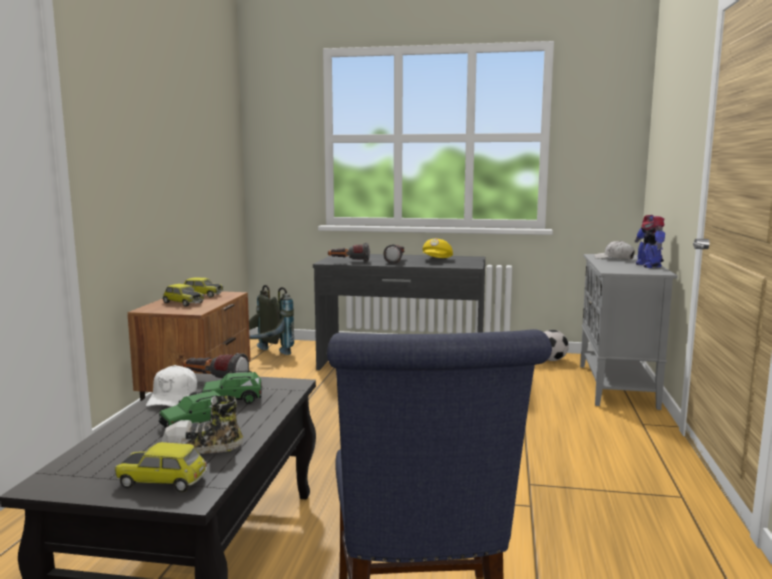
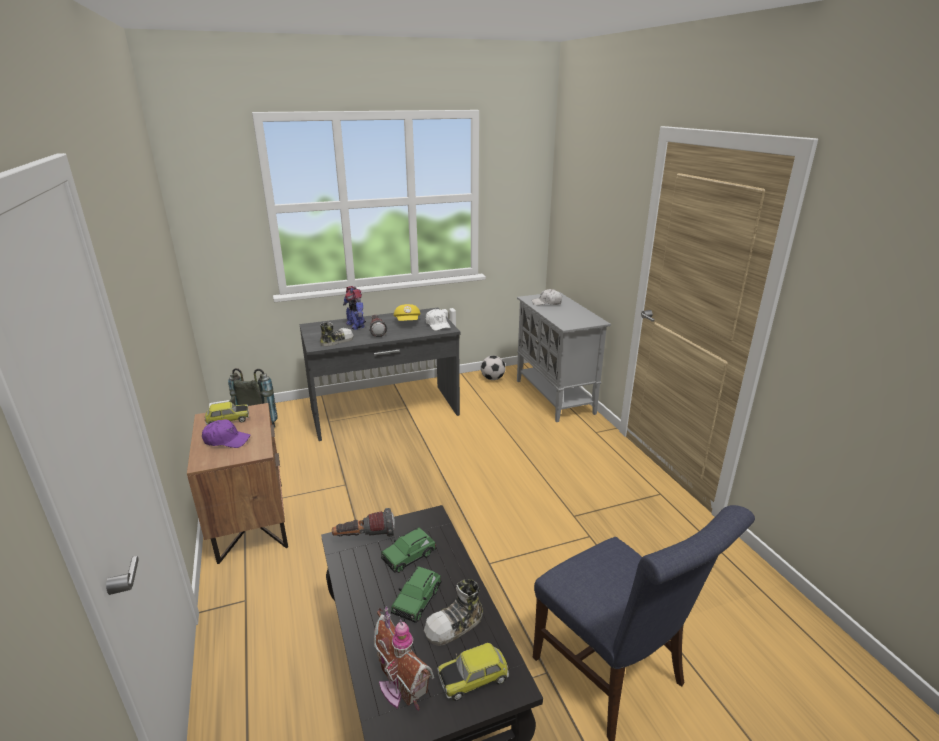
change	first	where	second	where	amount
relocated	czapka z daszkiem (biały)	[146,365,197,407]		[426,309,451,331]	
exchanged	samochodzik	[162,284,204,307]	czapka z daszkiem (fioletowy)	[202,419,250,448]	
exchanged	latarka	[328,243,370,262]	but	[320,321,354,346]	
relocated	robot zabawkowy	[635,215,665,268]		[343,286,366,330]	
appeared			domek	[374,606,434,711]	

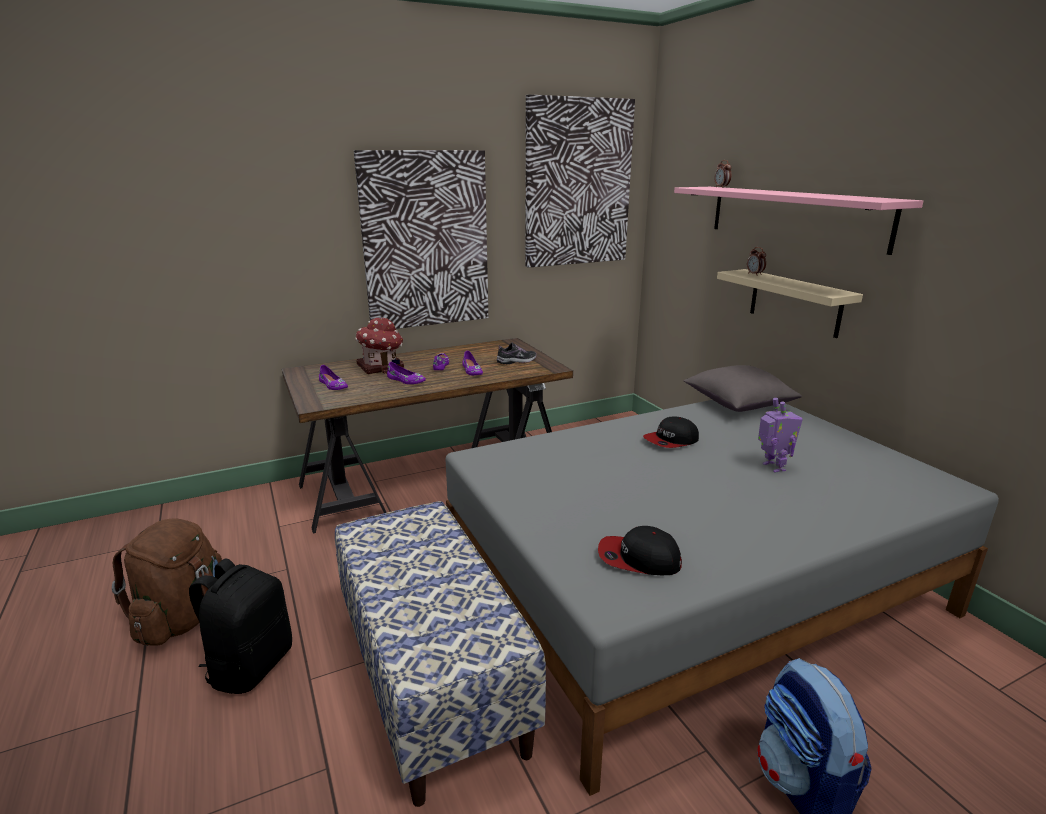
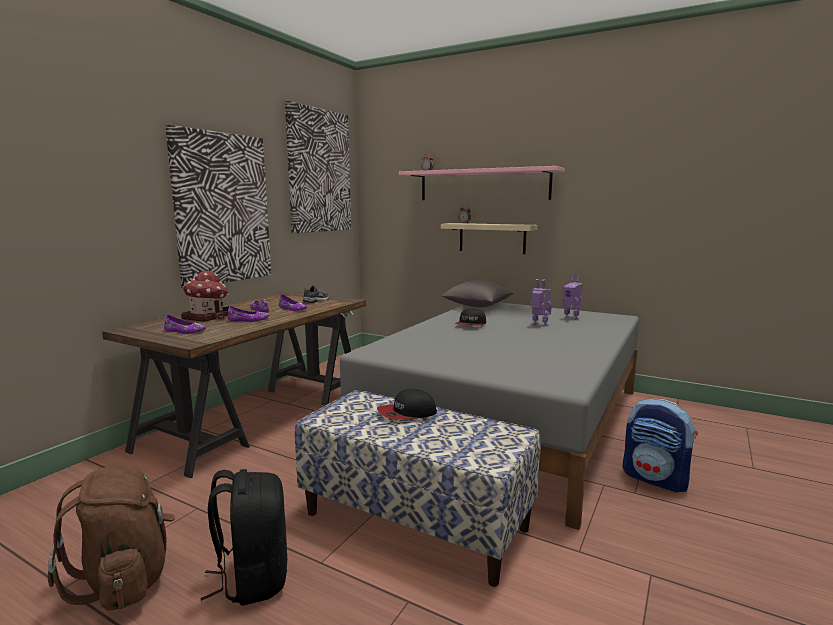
change	first	where	second	where	amount
relocated	czapka z daszkiem	[598,526,682,575]		[377,389,437,420]	
appeared			robot zabawkowy	[562,274,583,320]	

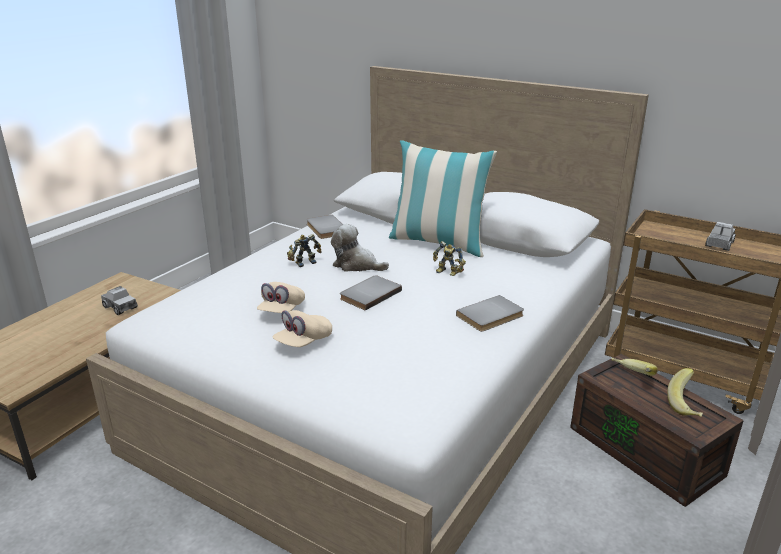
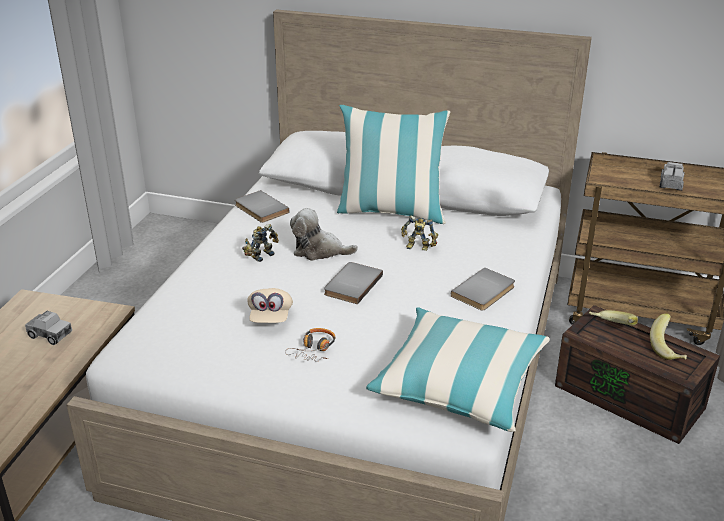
change	first	where	second	where	amount
exchanged	czapka z daszkiem (beżowy)	[273,310,332,347]	słuchawki	[285,328,336,362]	
appeared			poduszka	[366,308,549,432]	

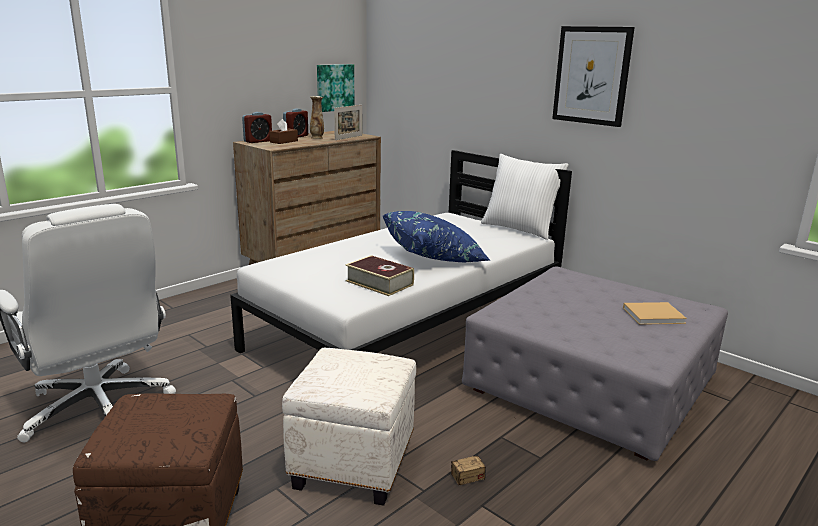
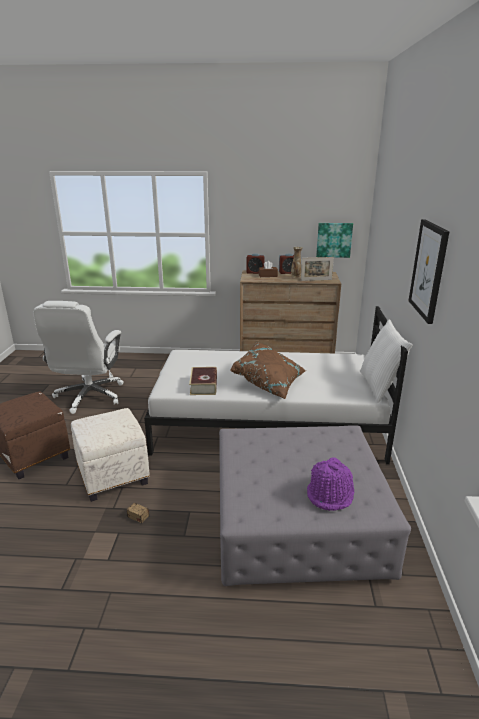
change	first	where	second	where	amount
colour	poduszka (niebieski)	[383,211,491,262]	poduszka (brązowy)	[230,343,306,399]	
exchanged	książka (beżowy)	[623,302,687,325]	kapelusz (fioletowy)	[307,457,355,511]	

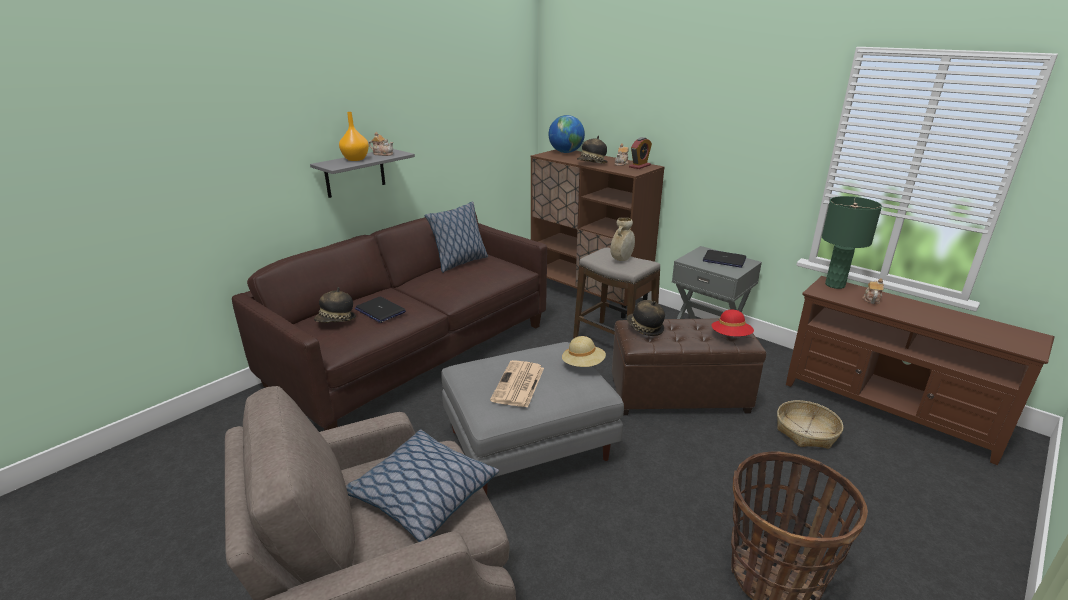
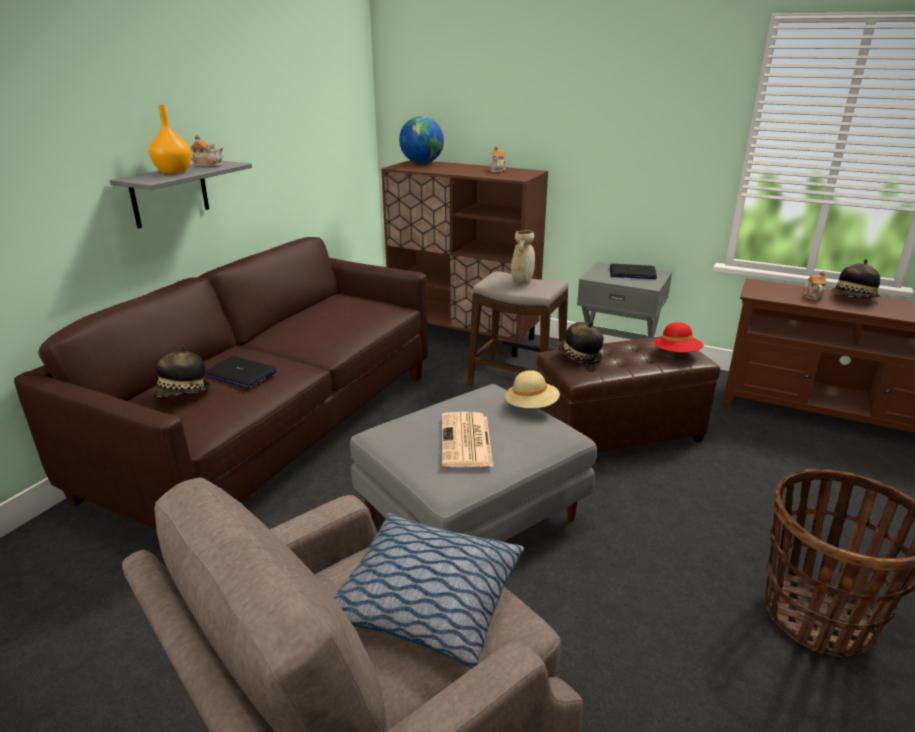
change	first	where	second	where	amount
missing	poduszka	[424,201,488,273]			
relocated	kapelusz	[577,136,608,164]		[831,259,881,299]	
missing	budzik	[629,137,652,169]			
missing	koszyk	[777,400,843,449]			
missing	lampa stołowa (zielony)	[822,196,882,289]			

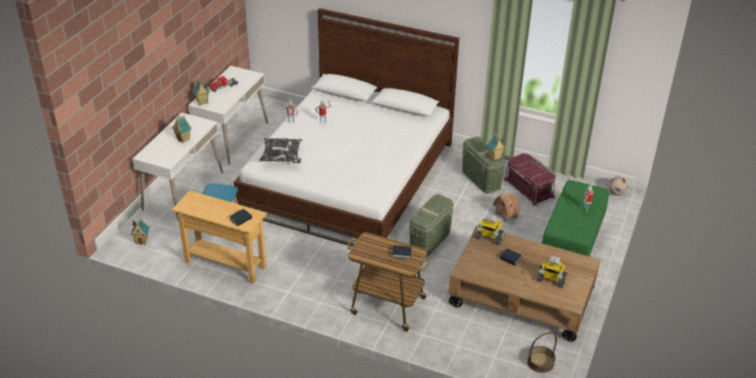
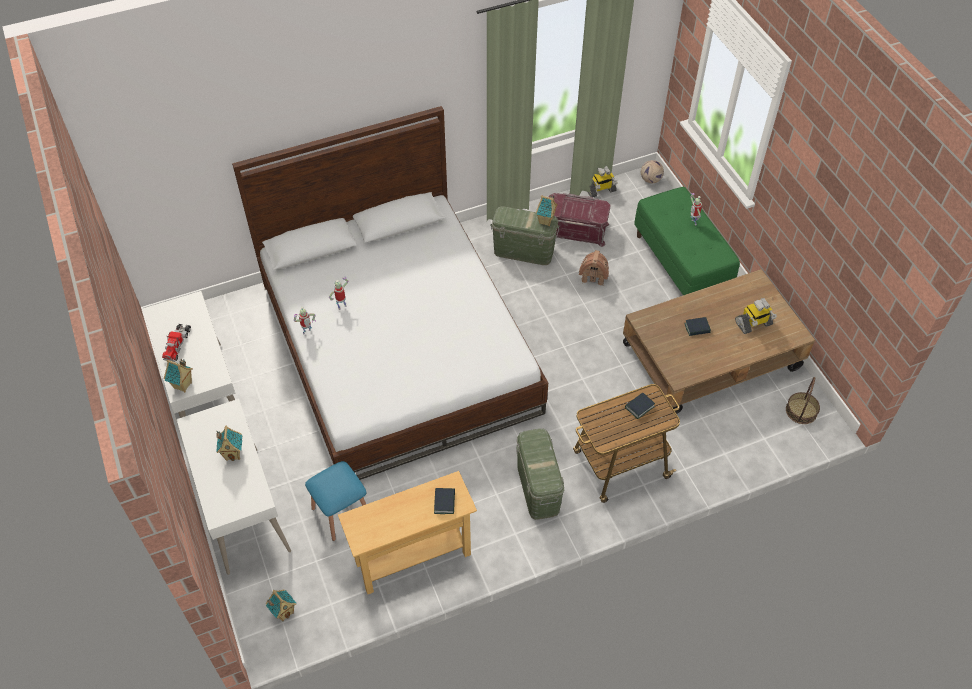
change	first	where	second	where	amount
missing	poduszka	[259,138,302,163]			
relocated	pojemnik do przechowywania (zielony)	[409,194,454,257]		[516,428,564,520]	
relocated	robot zabawkowy	[475,214,505,245]		[588,166,618,197]	

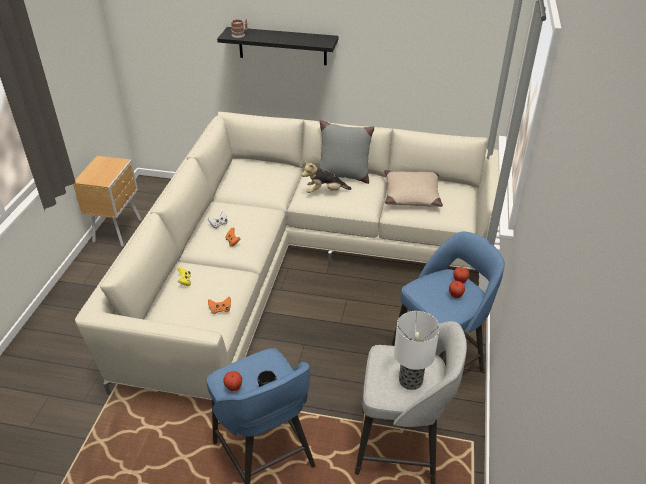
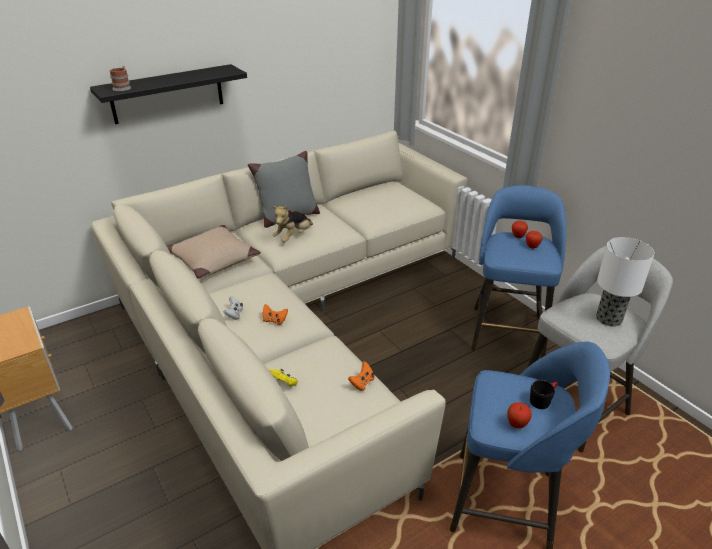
change	first	where	second	where	amount
relocated	poduszka (beżowy)	[384,170,443,207]		[167,225,261,279]	

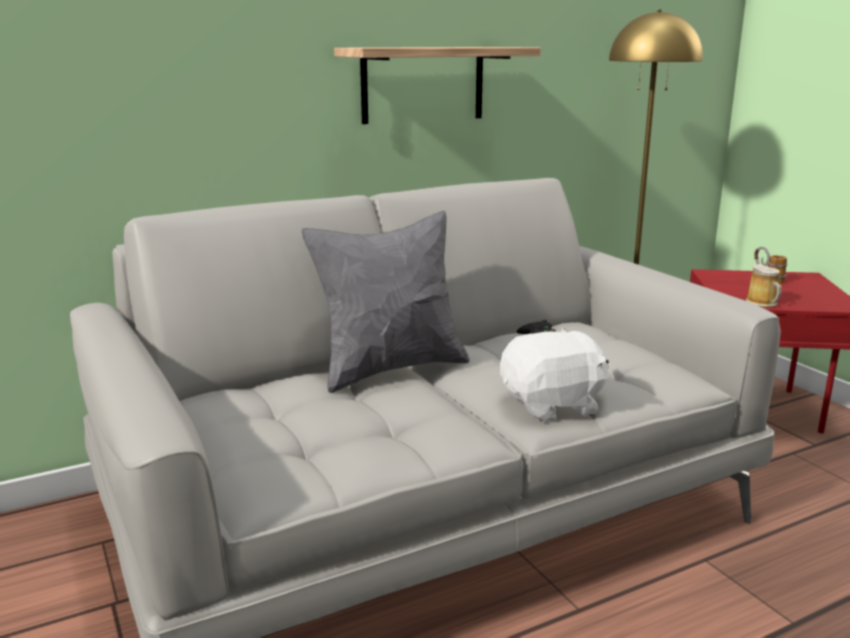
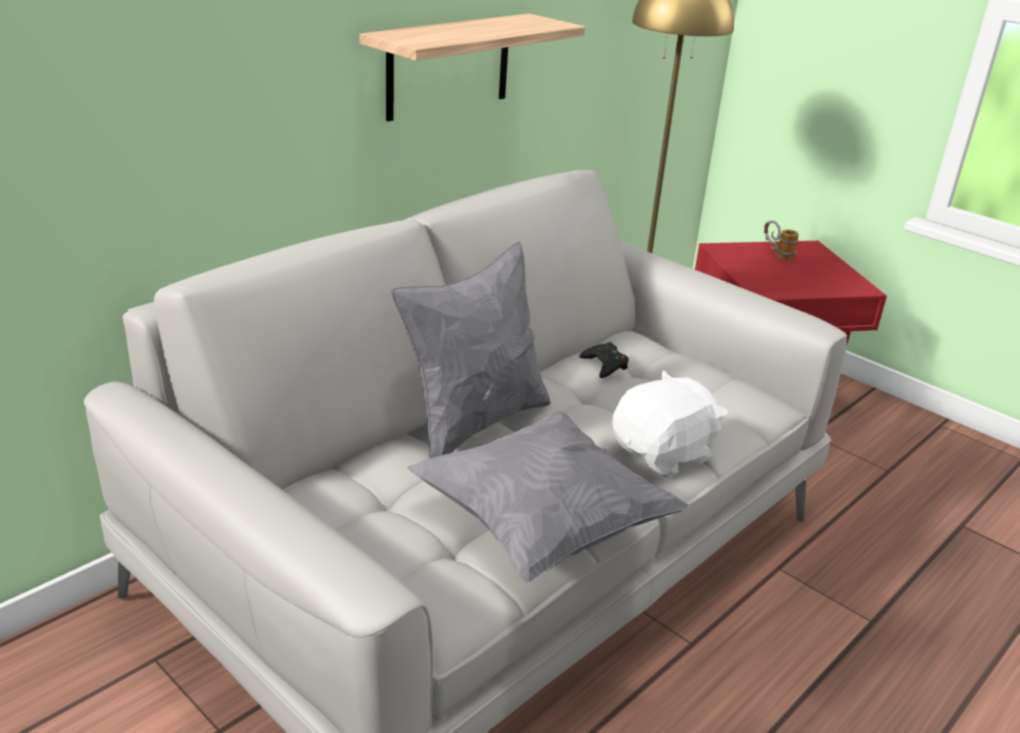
change	first	where	second	where	amount
missing	kubek	[746,264,781,307]			
appeared			poduszka (szary)	[407,411,689,583]	

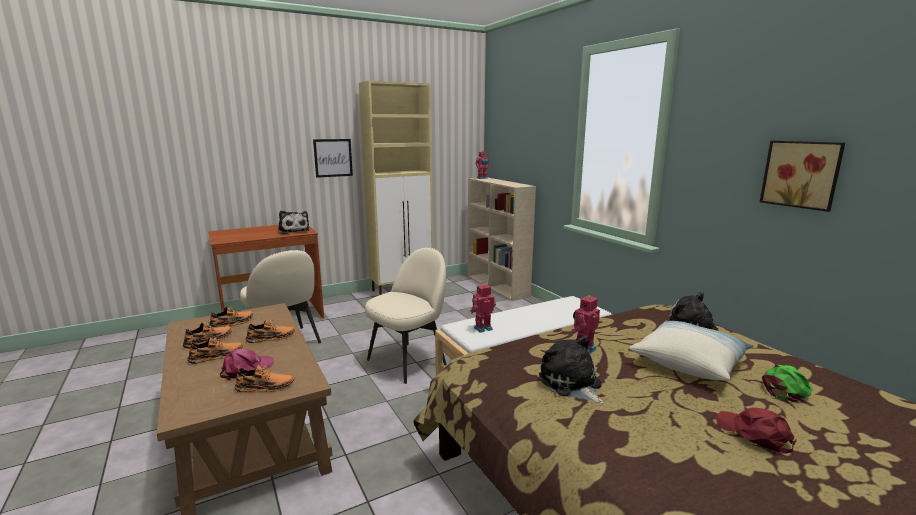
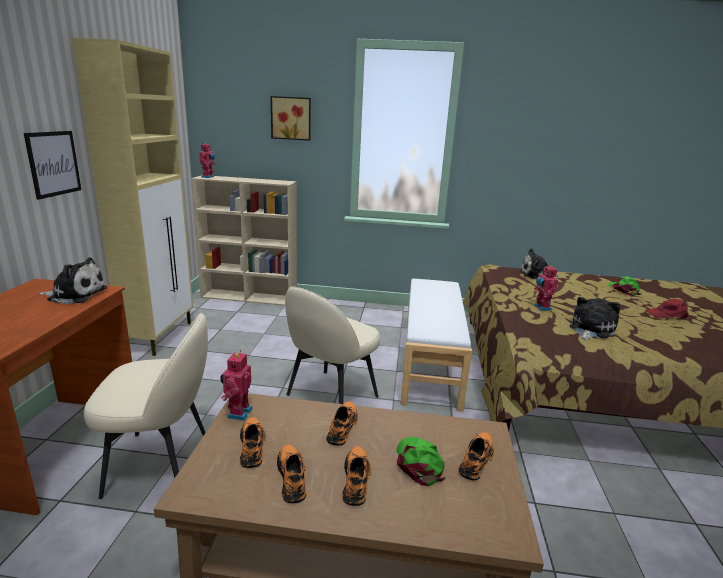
change	first	where	second	where	amount
colour	czapka z daszkiem (różowy)	[220,349,274,380]	czapka z daszkiem (zielony)	[396,436,445,486]	
spun	krzesło (beżowy)	[365,247,447,384]		[285,286,380,404]	135 degrees counterclockwise
relocated	robot zabawkowy	[470,284,496,333]		[220,350,253,421]	
spun	pluszak	[539,336,604,404]		[570,297,621,340]	120 degrees clockwise
missing	poduszka	[629,321,754,381]			
relocated	obraz	[760,141,845,212]		[271,96,311,141]	

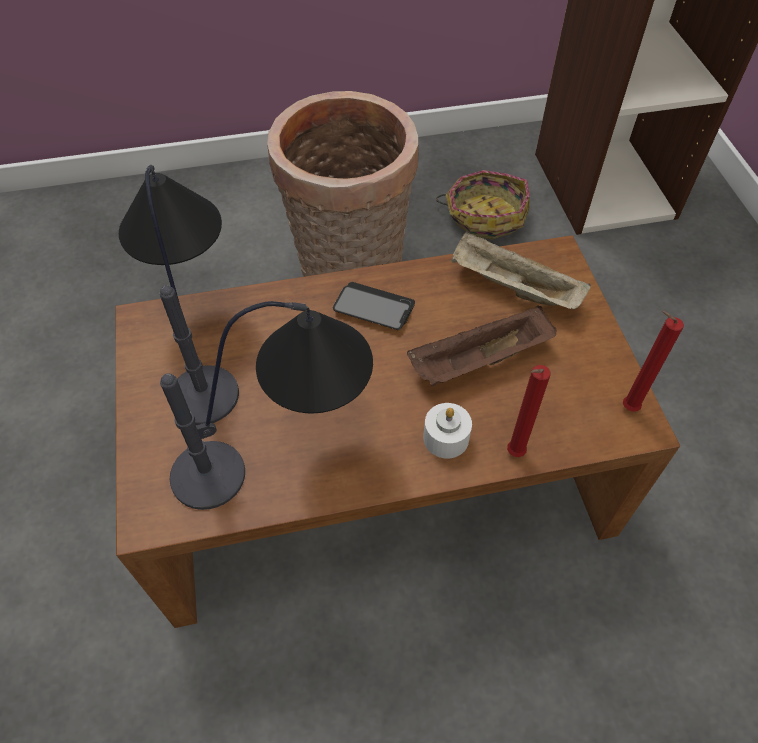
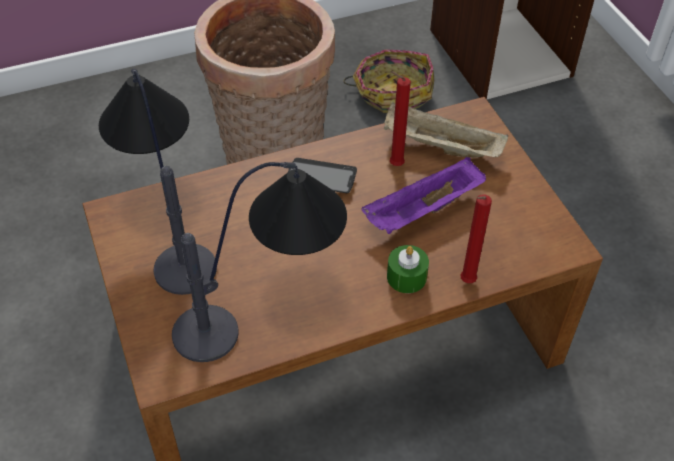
change	first	where	second	where	amount
colour	taca (brązowy)	[407,305,556,387]	taca (fioletowy)	[361,157,486,234]	
colour	świeca (biały)	[423,403,472,458]	świeca (zielony)	[387,245,429,293]	
relocated	świeca (czerwony)	[623,311,684,412]		[390,71,411,166]	

